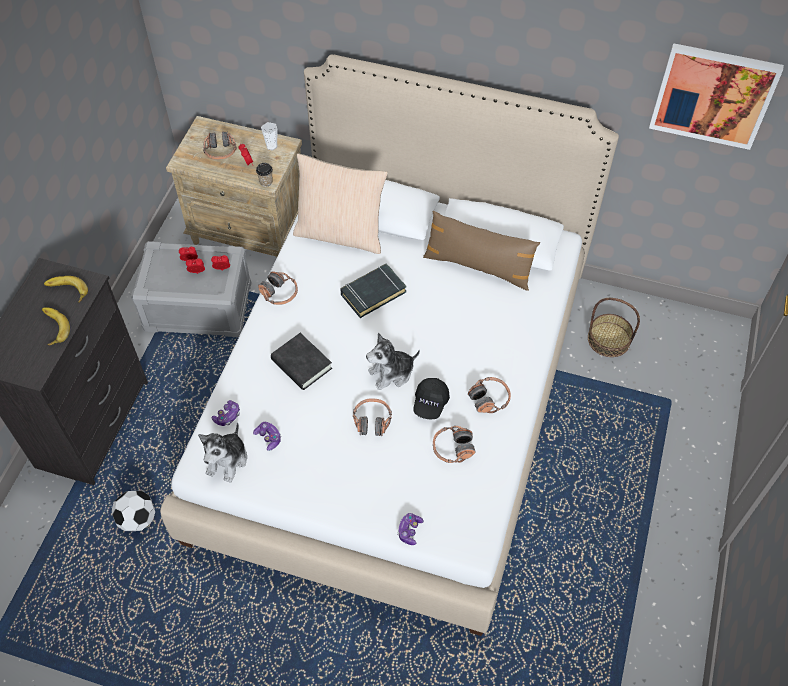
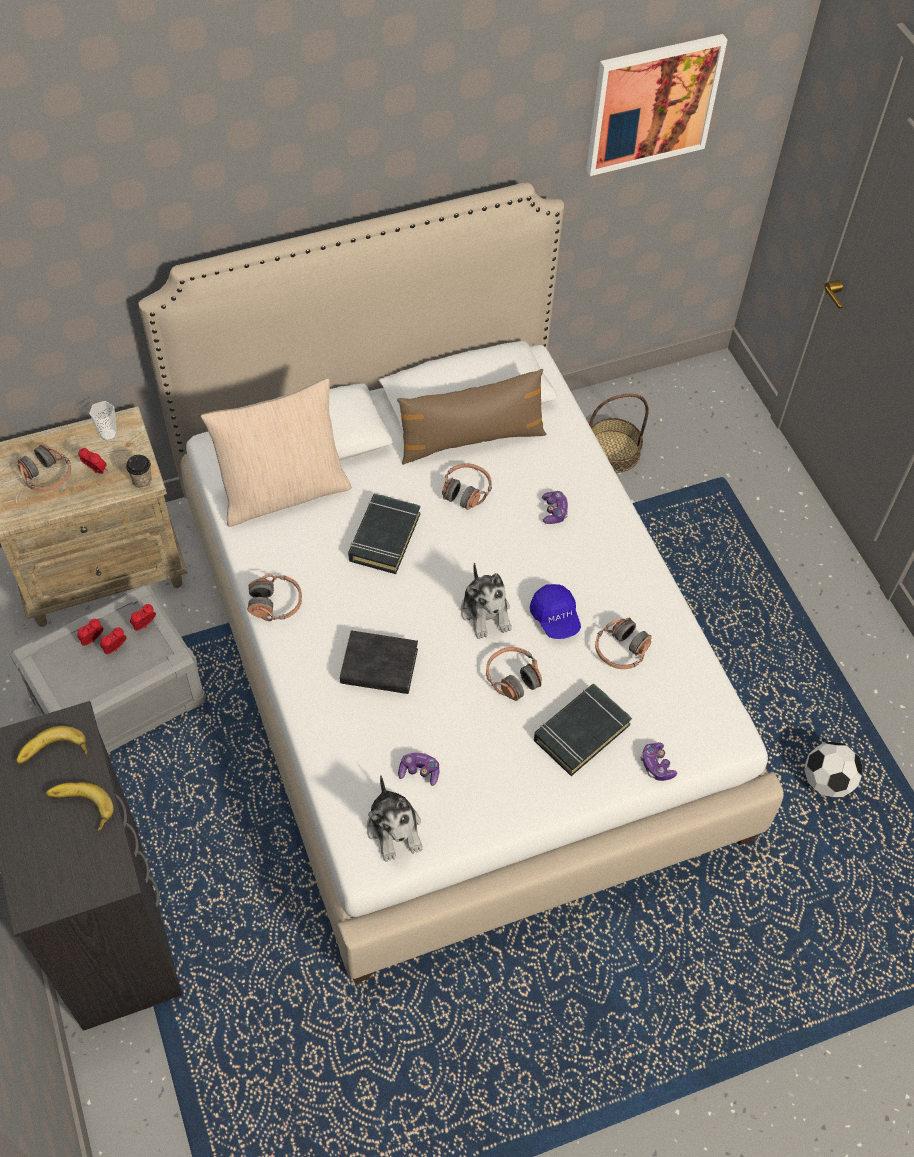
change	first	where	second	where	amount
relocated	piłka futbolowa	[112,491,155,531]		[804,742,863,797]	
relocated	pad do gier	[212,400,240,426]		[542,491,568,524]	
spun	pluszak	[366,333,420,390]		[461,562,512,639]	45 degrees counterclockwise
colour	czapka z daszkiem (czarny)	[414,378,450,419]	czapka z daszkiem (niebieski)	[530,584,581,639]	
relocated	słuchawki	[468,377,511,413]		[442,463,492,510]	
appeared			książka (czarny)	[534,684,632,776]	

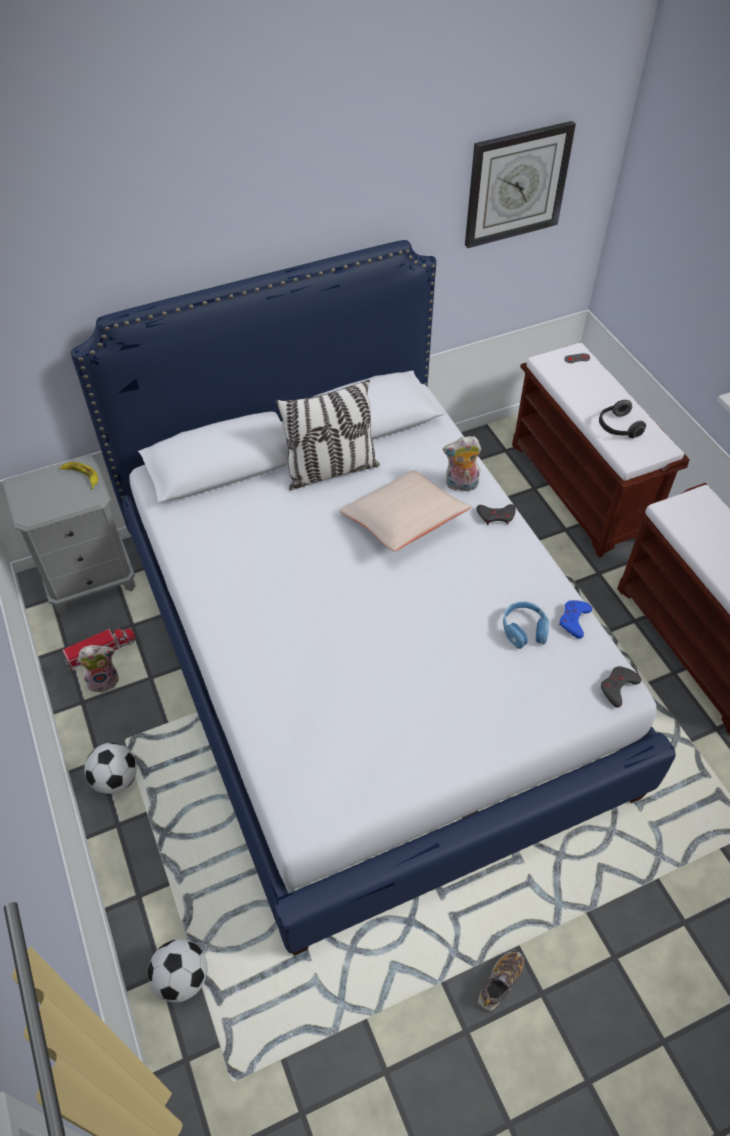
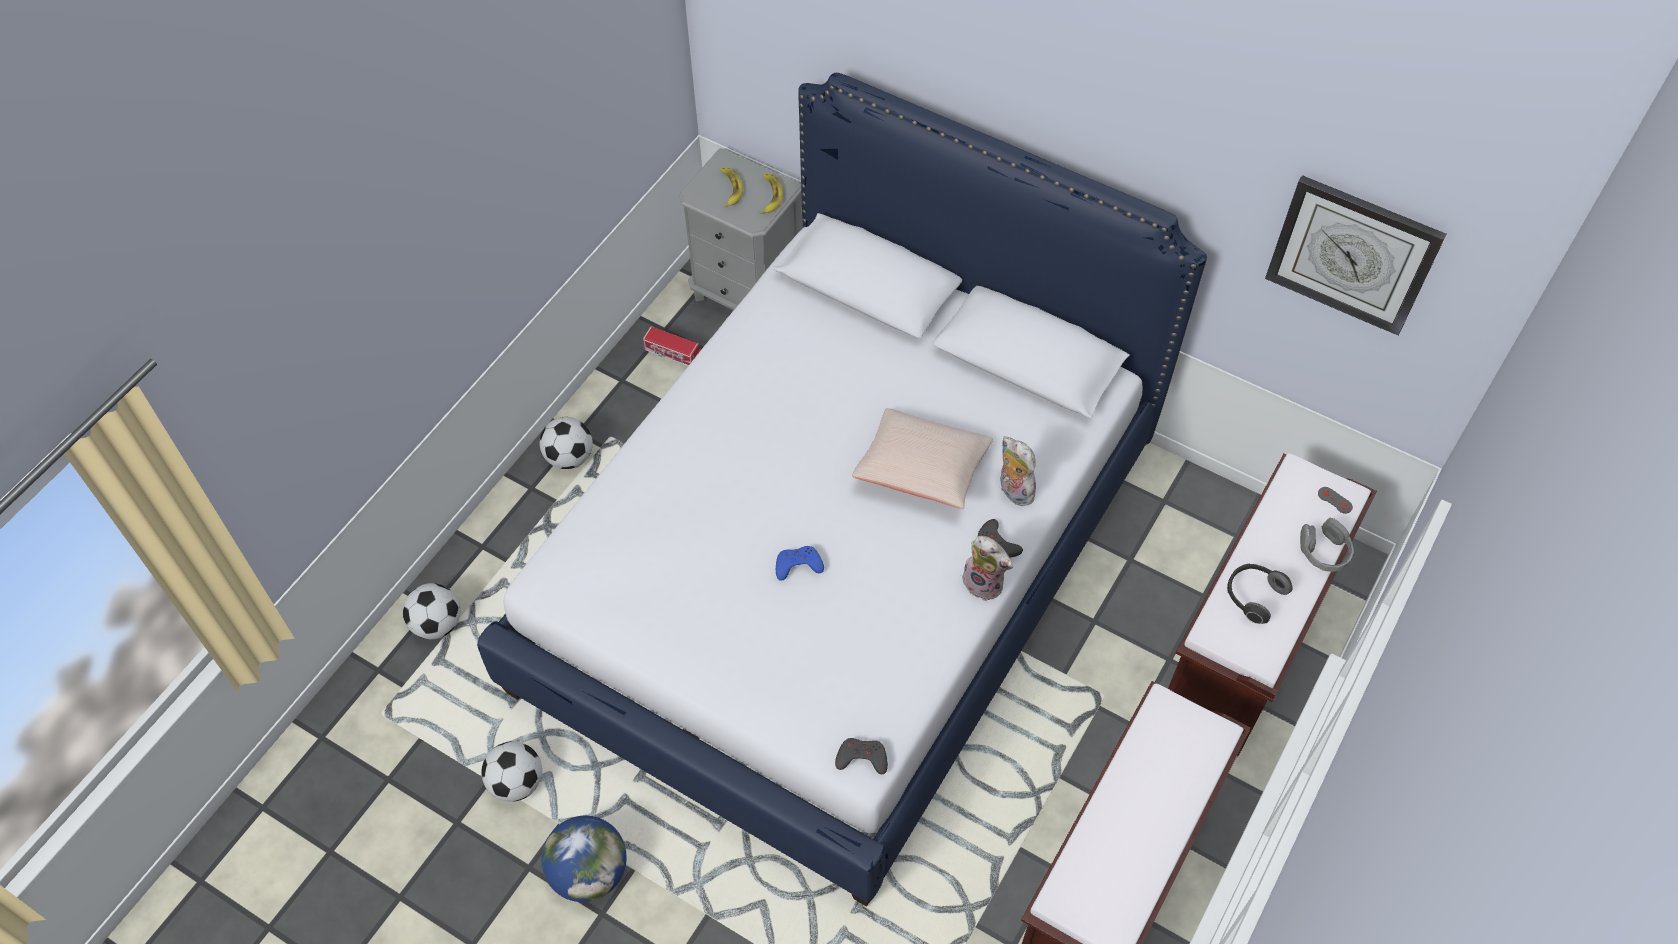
change	first	where	second	where	amount
relocated	pluszak	[78,645,119,693]		[962,536,1013,601]	
missing	poduszka	[276,380,380,490]			
exchanged	but	[478,951,524,1011]	globus	[541,816,627,902]	
missing	słuchawki (niebieski)	[503,601,549,649]			
relocated	pad do gier (niebieski)	[559,600,592,639]		[776,546,824,581]	
appeared			piłka futbolowa	[481,741,542,802]	
appeared			banan	[720,168,743,208]	
appeared			słuchawki (szary)	[1300,518,1354,572]	

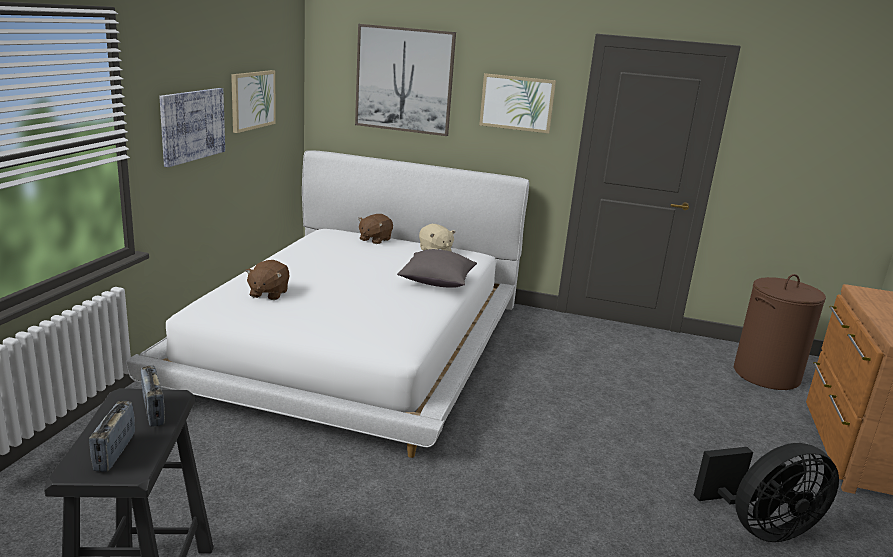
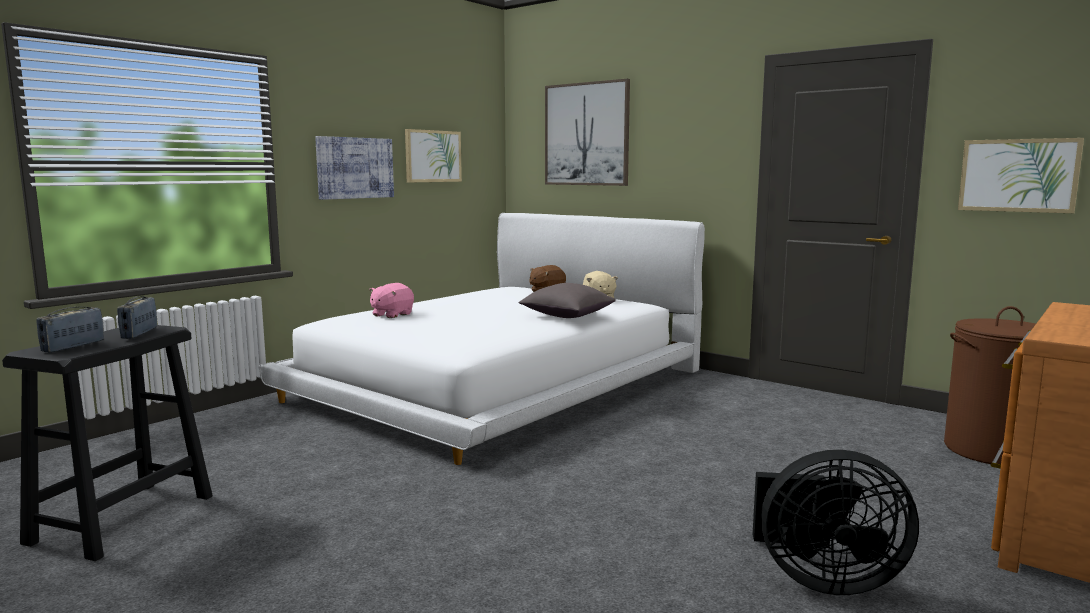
change	first	where	second	where	amount
colour	pluszak (brązowy)	[245,260,289,300]	pluszak (różowy)	[369,283,414,318]	
relocated	obraz	[479,73,556,133]		[958,138,1084,213]	

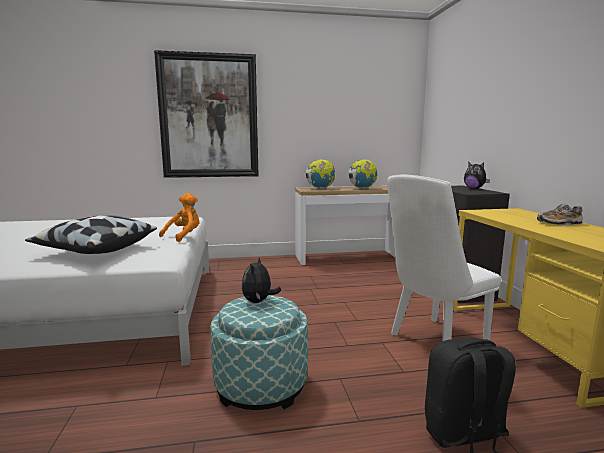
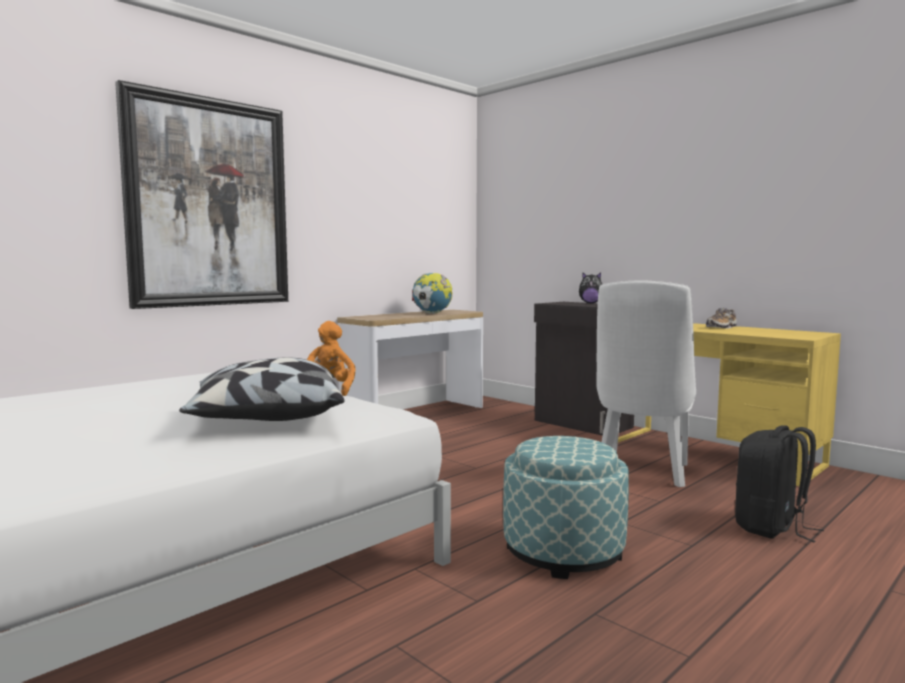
change	first	where	second	where	amount
missing	pluszak	[242,258,281,303]			
missing	globus	[306,160,335,189]			

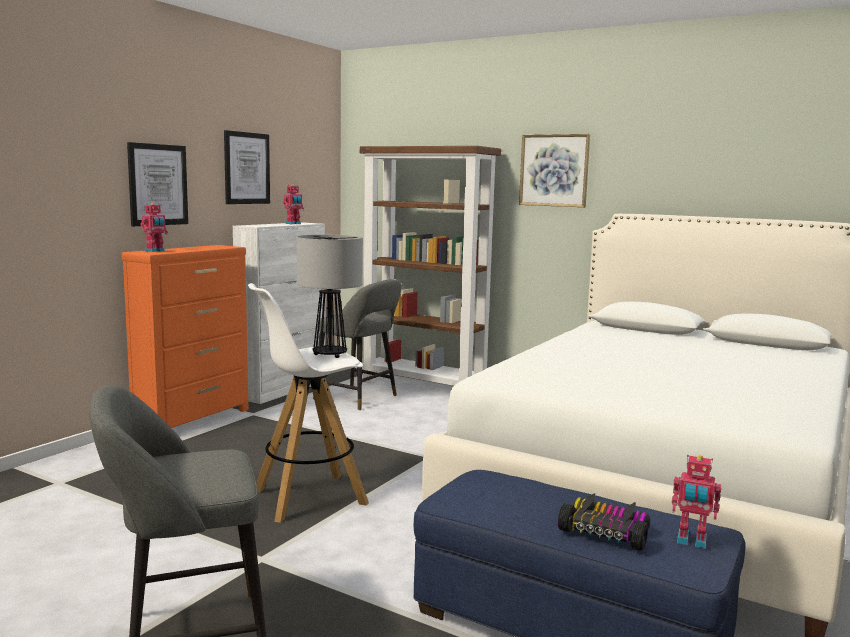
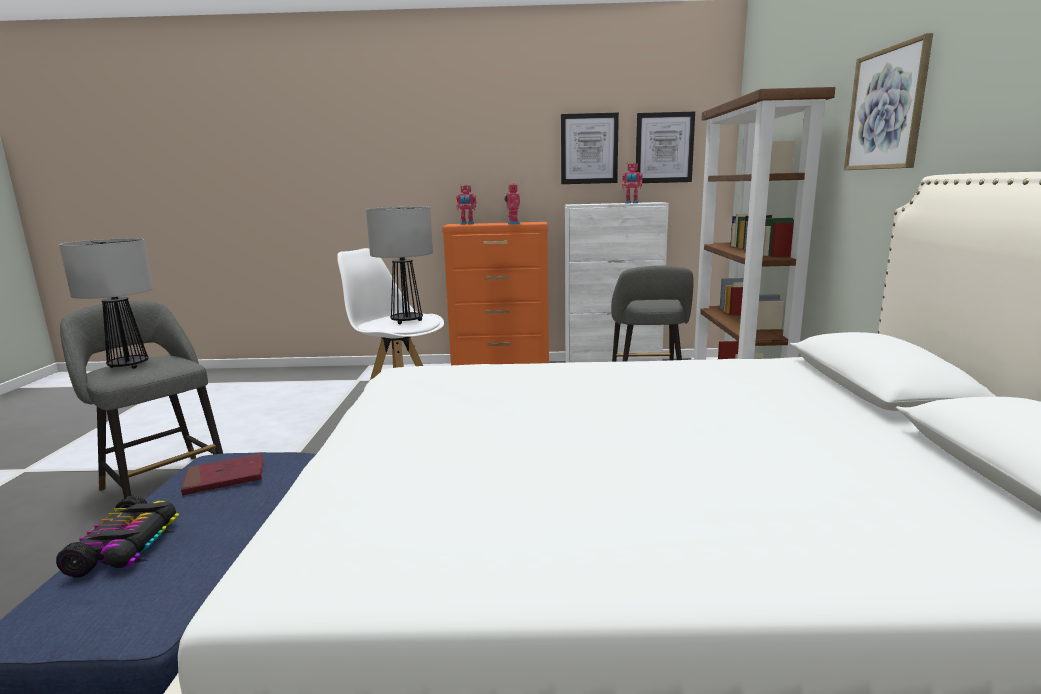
change	first	where	second	where	amount
relocated	obraz	[127,142,188,226]		[636,112,695,183]	
relocated	robot zabawkowy	[672,455,721,549]		[504,182,520,225]	
appeared			lampa stołowa	[59,238,153,369]	
appeared			książka (czerwony)	[181,453,263,495]	

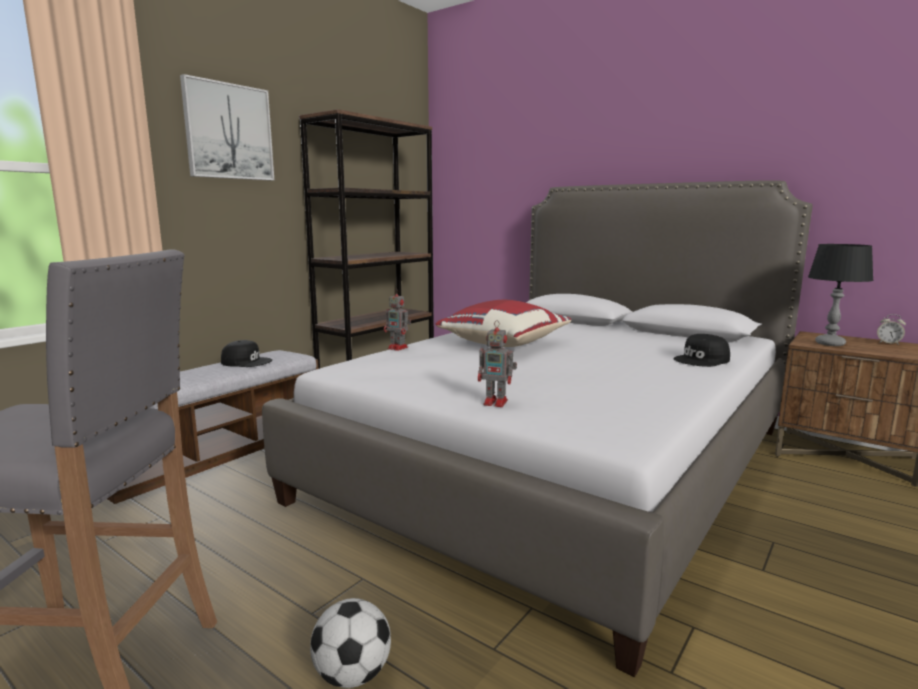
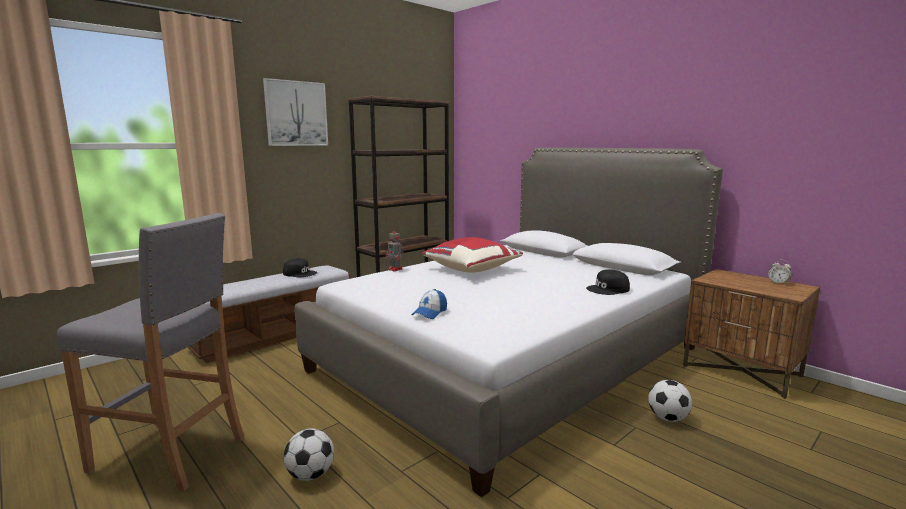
change	first	where	second	where	amount
exchanged	robot zabawkowy	[478,320,517,407]	czapka z daszkiem	[412,289,447,319]	
missing	lampa stołowa (czarny)	[808,244,874,346]			
appeared			piłka futbolowa	[648,380,692,422]	

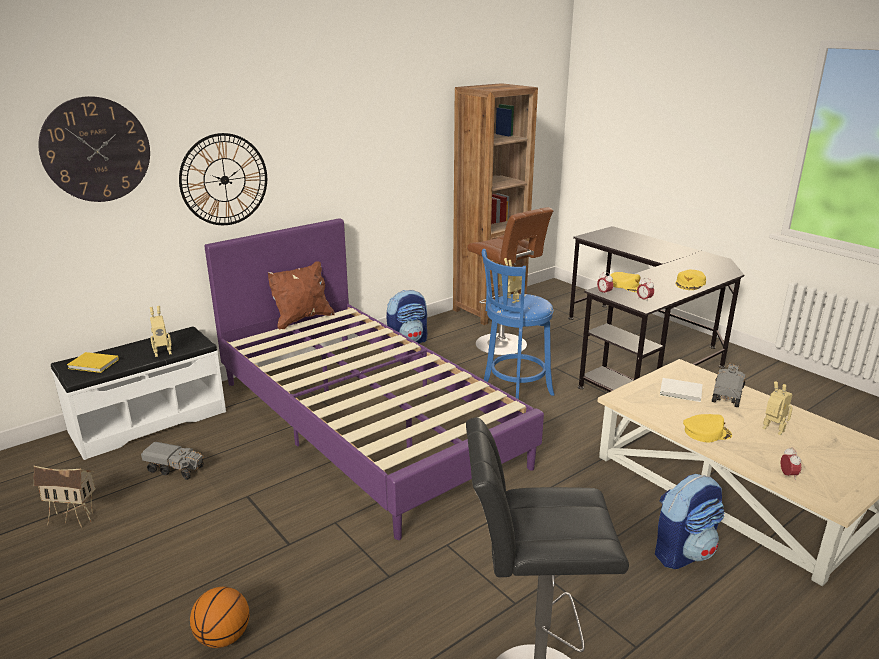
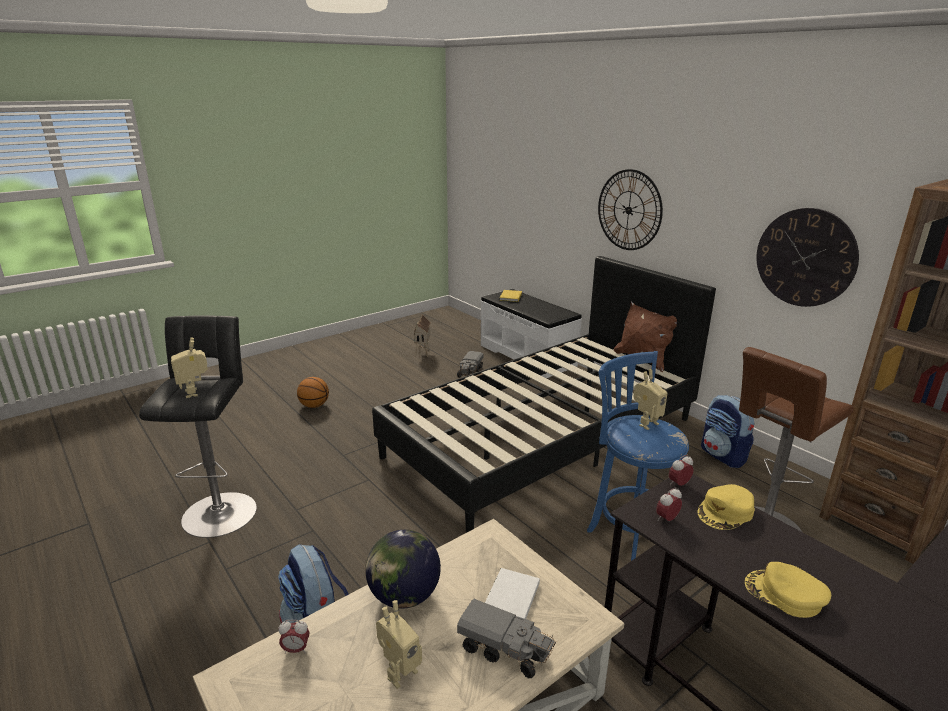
change	first	where	second	where	amount
relocated	zegar ścienny	[39,96,150,202]		[757,208,859,307]	
relocated	robot zabawkowy	[150,306,172,357]		[171,338,208,398]	
colour	łóżko (fioletowy)	[204,218,544,540]	łóżko (czarny)	[372,256,716,533]	
exchanged	czapka z daszkiem (żółty)	[683,414,732,443]	globus	[365,530,441,609]	

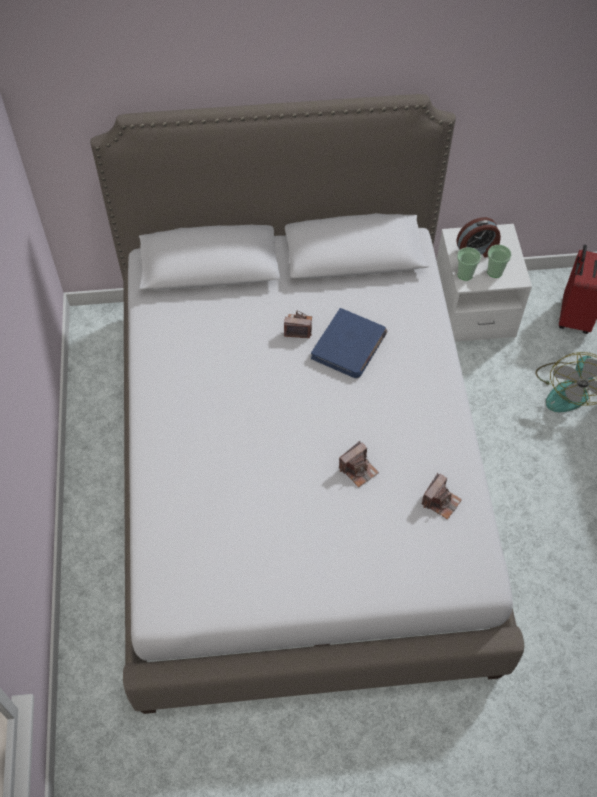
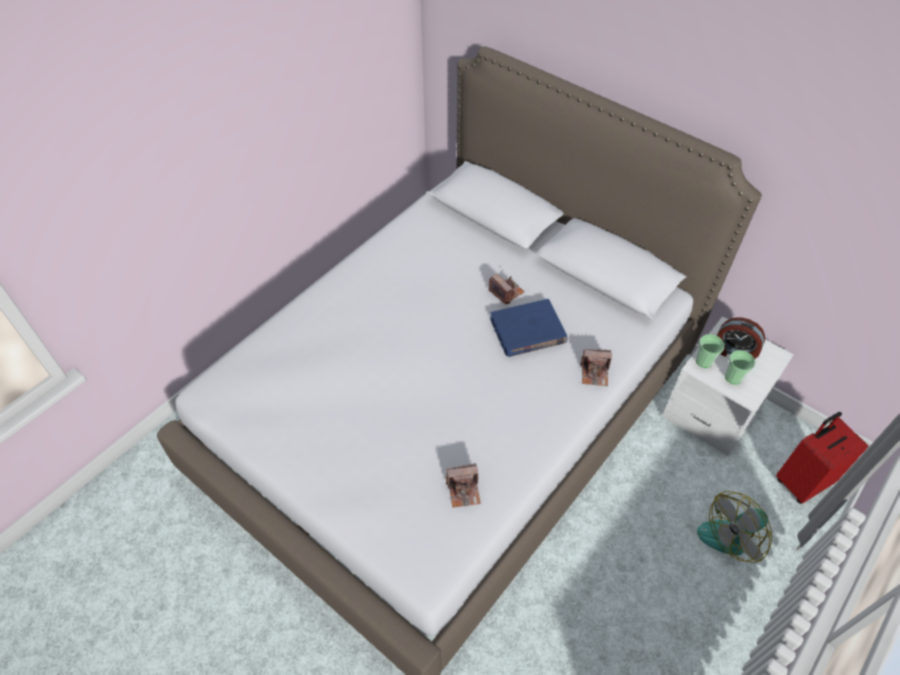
change	first	where	second	where	amount
relocated	aparat fotograficzny	[339,441,379,487]		[580,349,612,386]	

